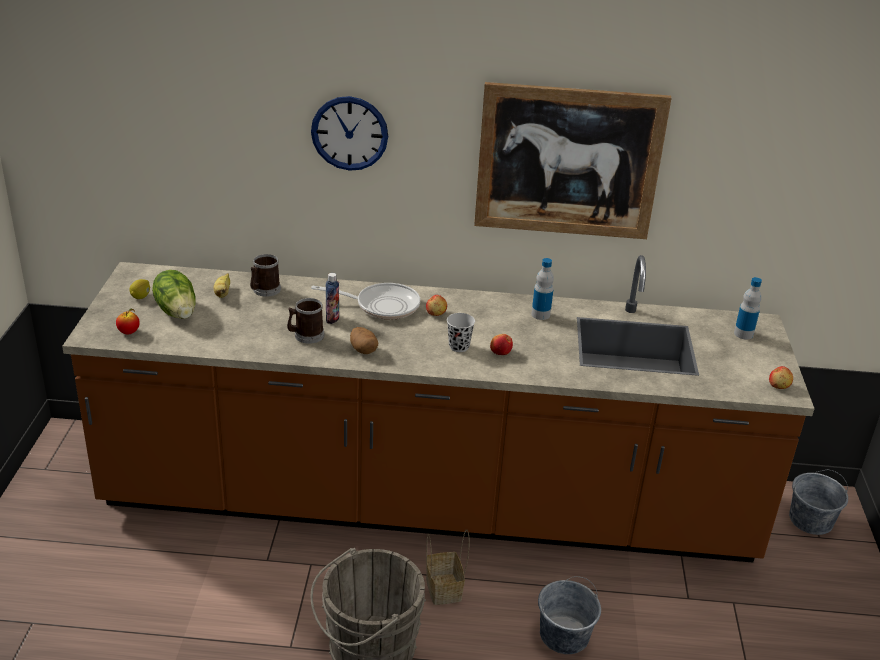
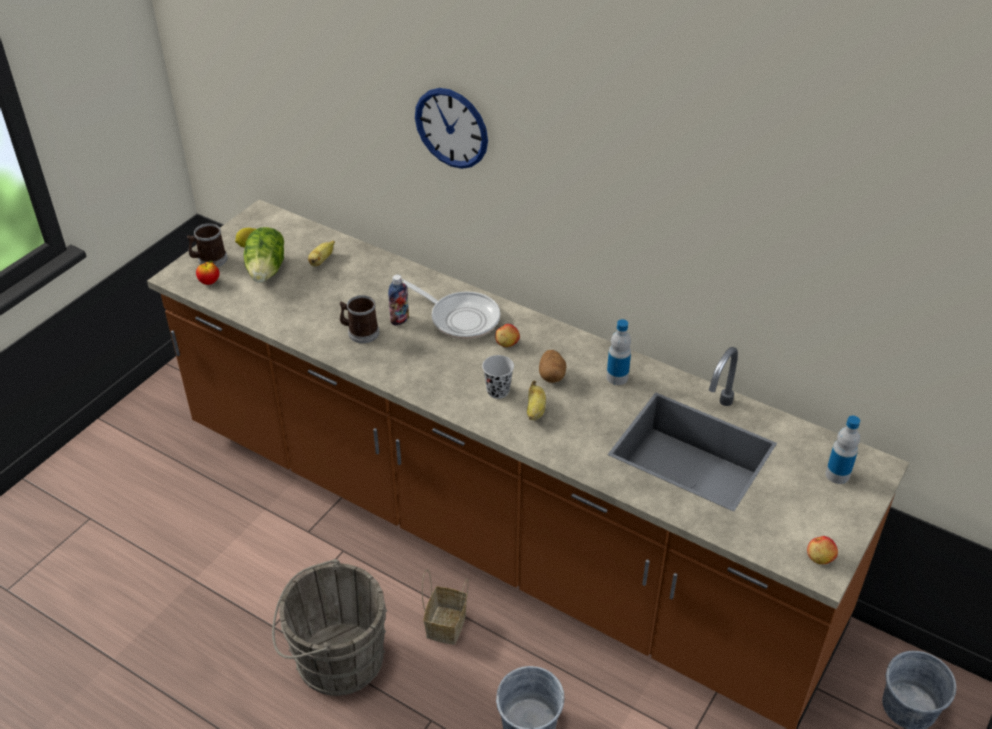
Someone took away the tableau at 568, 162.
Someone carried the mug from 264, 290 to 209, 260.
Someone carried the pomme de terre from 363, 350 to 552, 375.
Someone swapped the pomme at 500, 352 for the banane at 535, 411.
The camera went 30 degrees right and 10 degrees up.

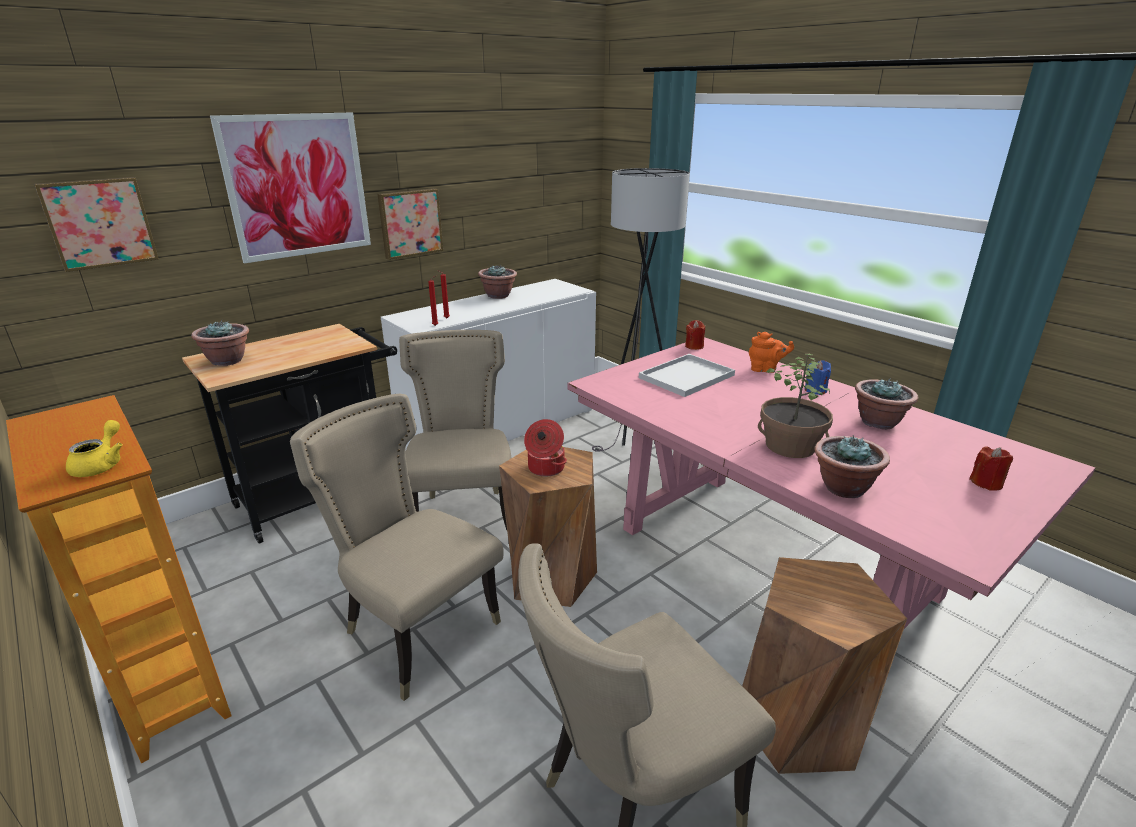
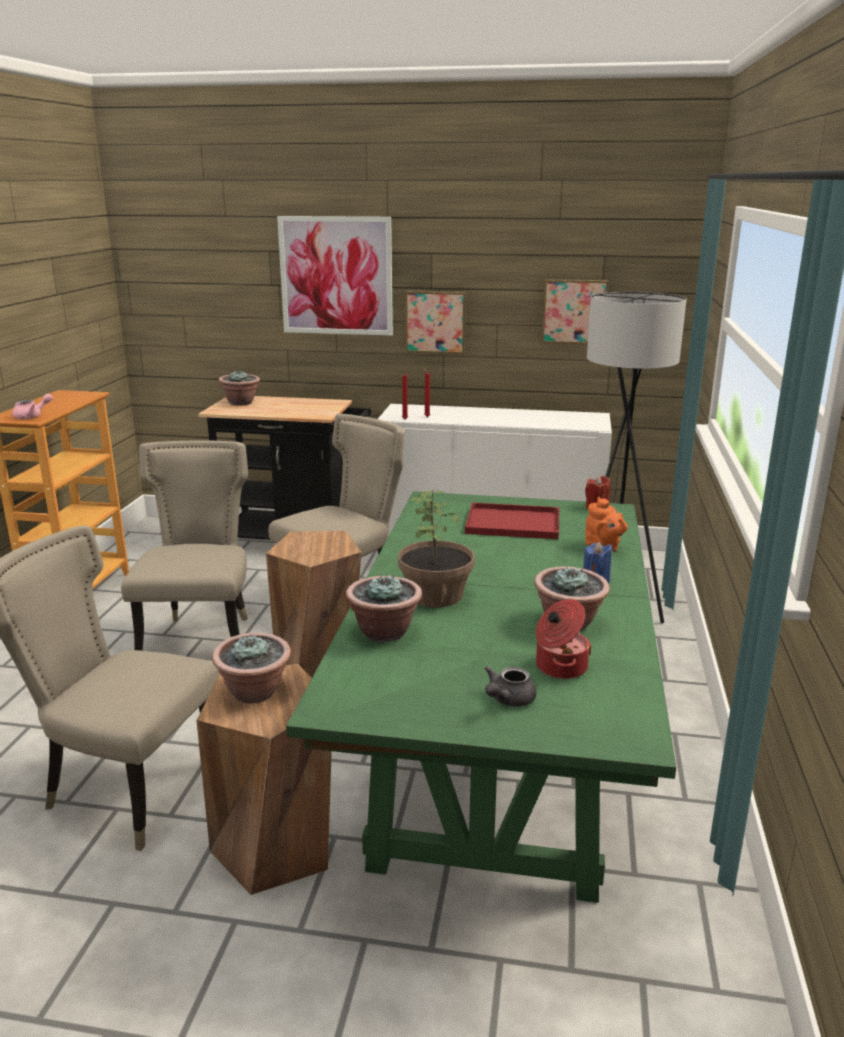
Someone carried the tableau from 99, 223 to 574, 311.
Someone carried the plante en pot from 498, 296 to 255, 692.
Someone carried the marmite from 545, 468 to 559, 667.
Someone swapped the bougie (rouge) at 986, 483 for the théière (gris) at 508, 700.
Someone repainted the théière (jaune) at 101, 464, which became the théière (rose) at 32, 416.
Someone repainted the table à manger (rose) at 774, 561, which became the table à manger (vert) at 497, 764.
Someone repainted the plateau (blanc) at 686, 377, which became the plateau (rouge) at 511, 523.
The camera went 50 degrees right and 5 degrees down.

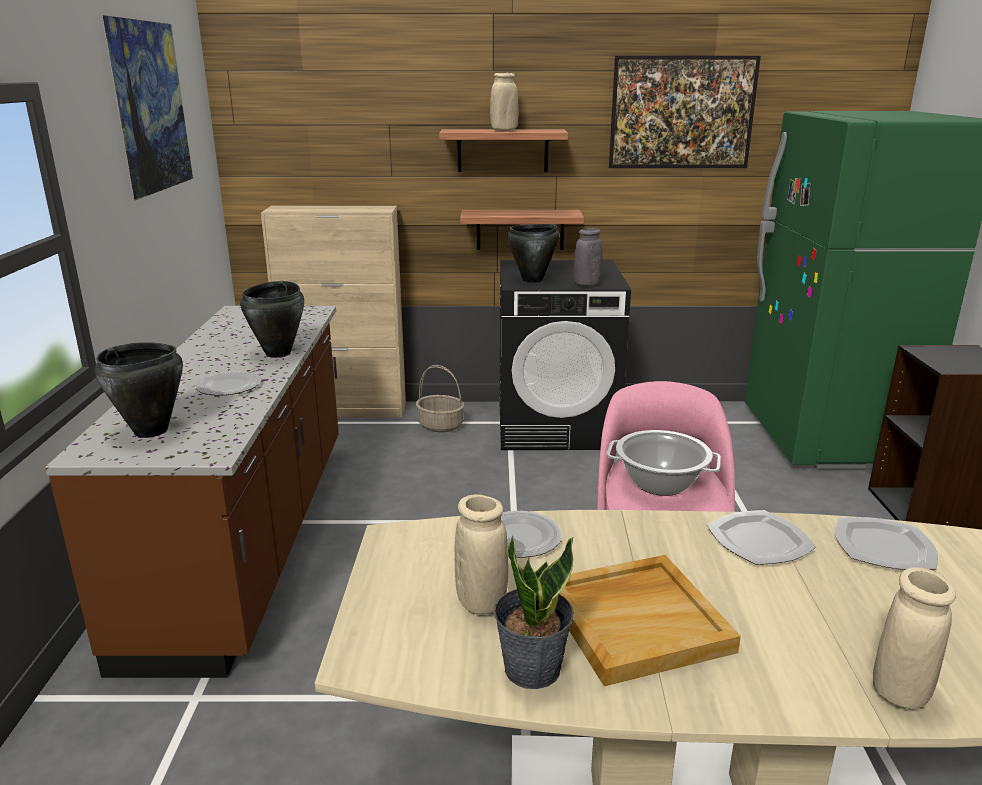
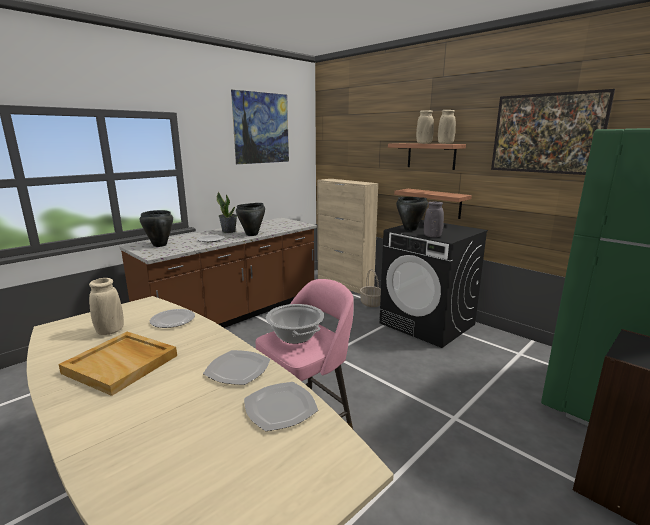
Someone carried the plante en pot from 531, 668 to 229, 231.
Someone carried the vase (beige) from 900, 691 to 445, 143.
The camera went 45 degrees right and 5 degrees down.

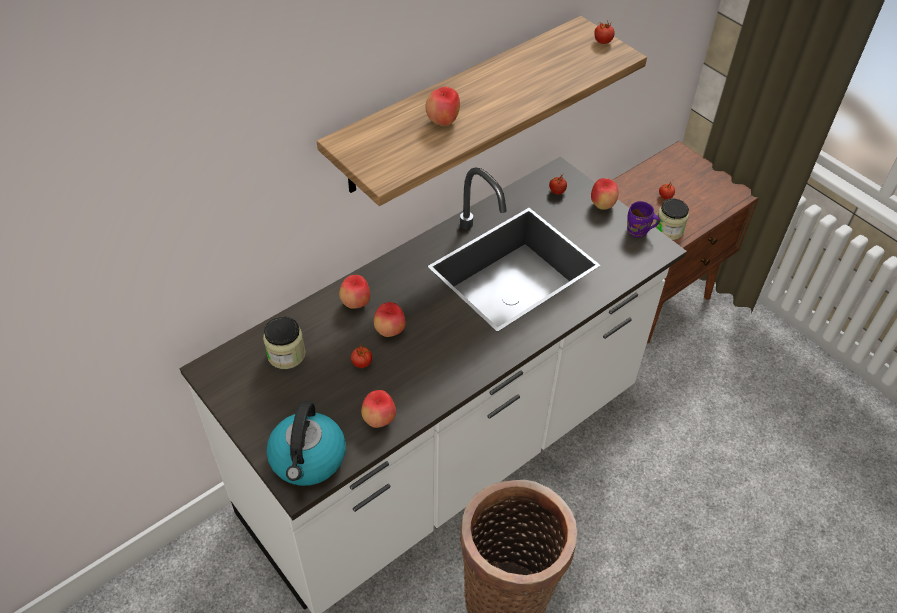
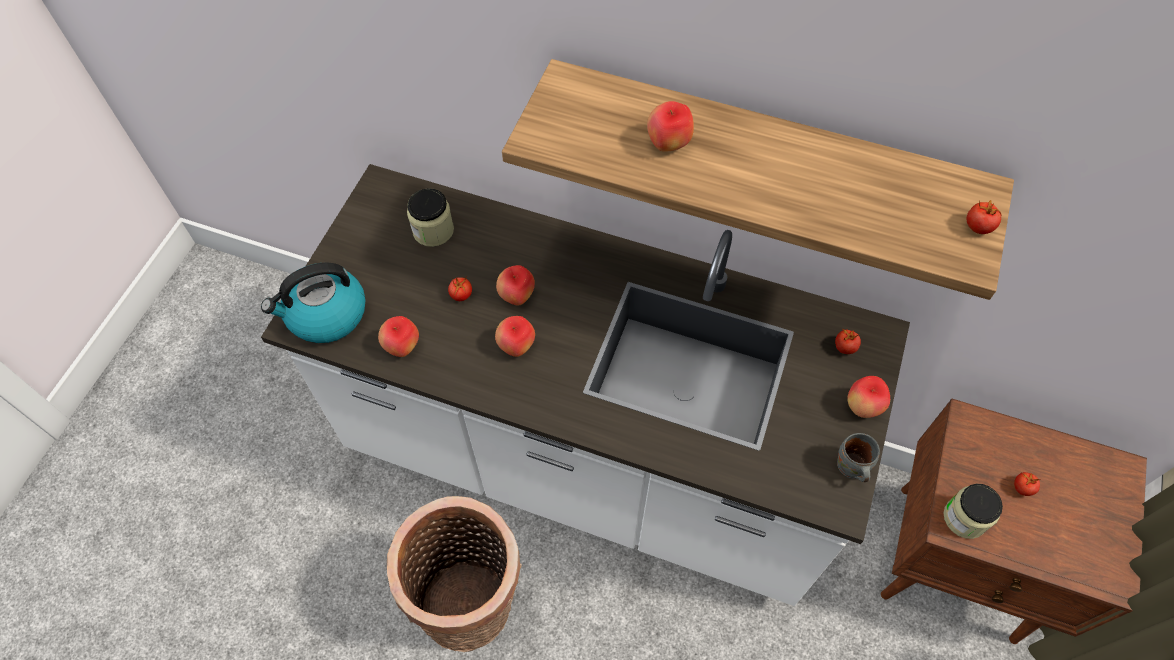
Someone carried the pomme from 356, 303 to 516, 346.
Someone repainted the mug (violet) at 638, 232, which became the mug (gris) at 850, 468.
The camera went 60 degrees right and 10 degrees up.

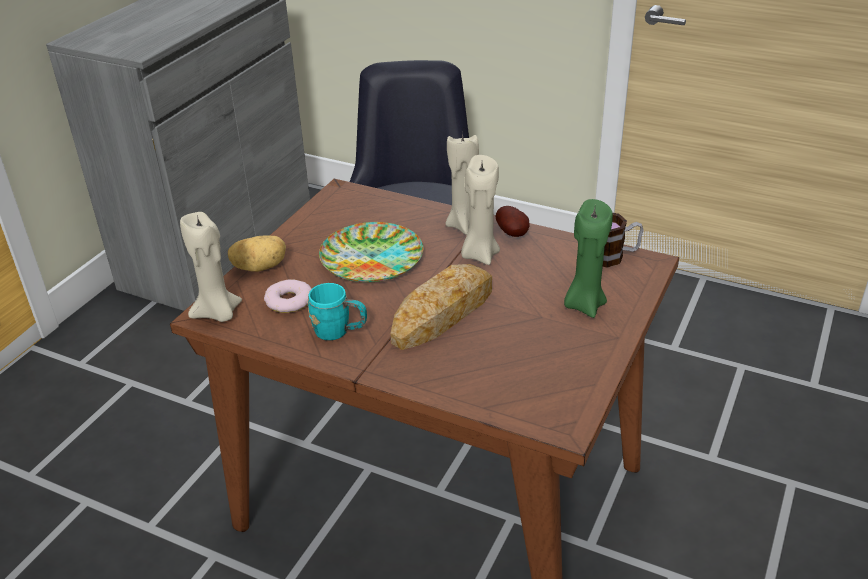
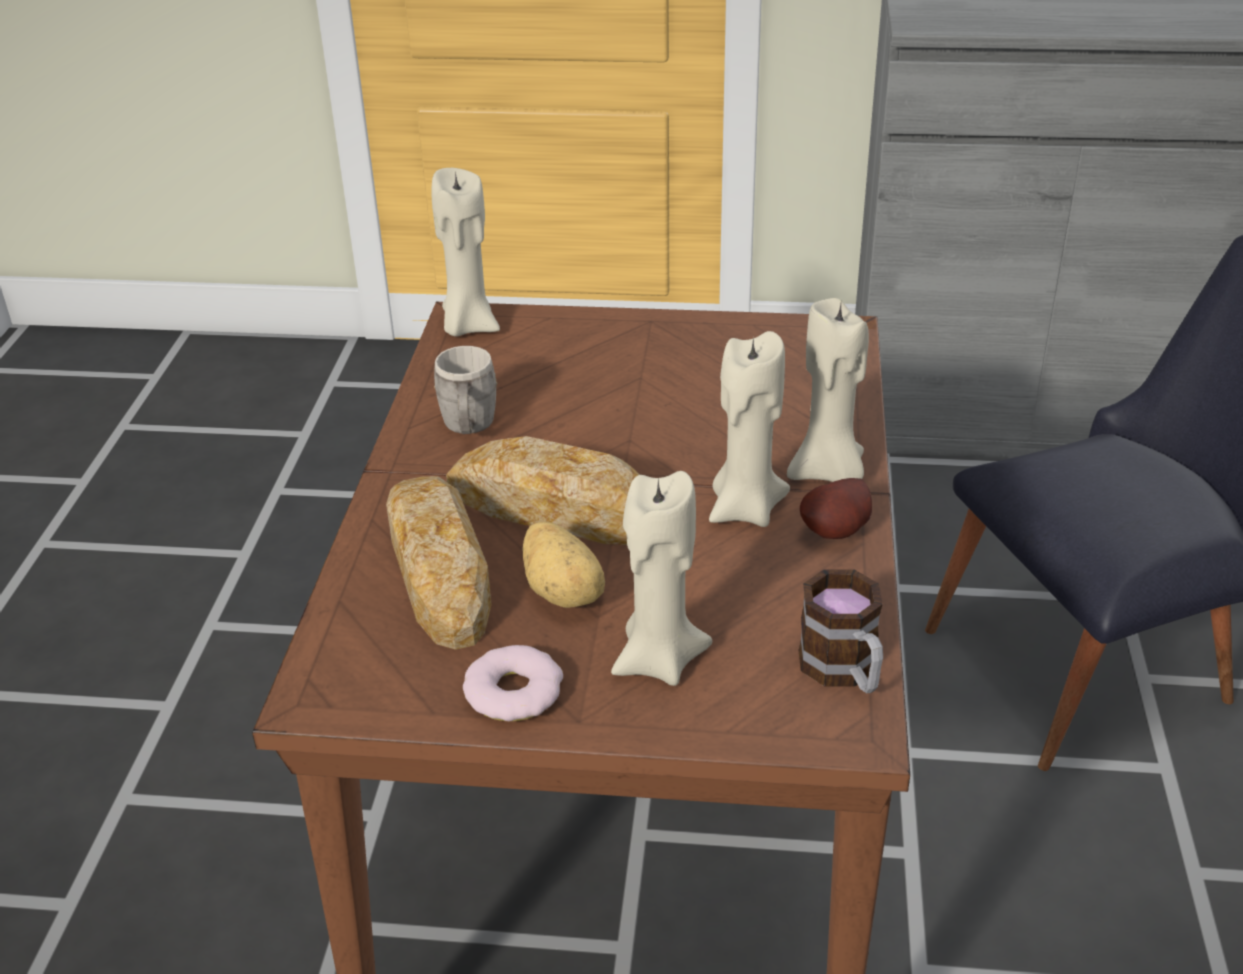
Someone took away the assiette at 372, 258.
Someone put down the pain at 439, 569.
Someone carried the pomme de terre from 260, 267 to 564, 592.
Someone carried the beignet from 288, 301 to 513, 691.
Someone repainted the mug (turquoise) at 339, 332, which became the mug (gris) at 468, 428.
Someone repainted the bougie (vert) at 584, 305, which became the bougie (beige) at 658, 661.
The camera went 70 degrees right and 0 degrees up.

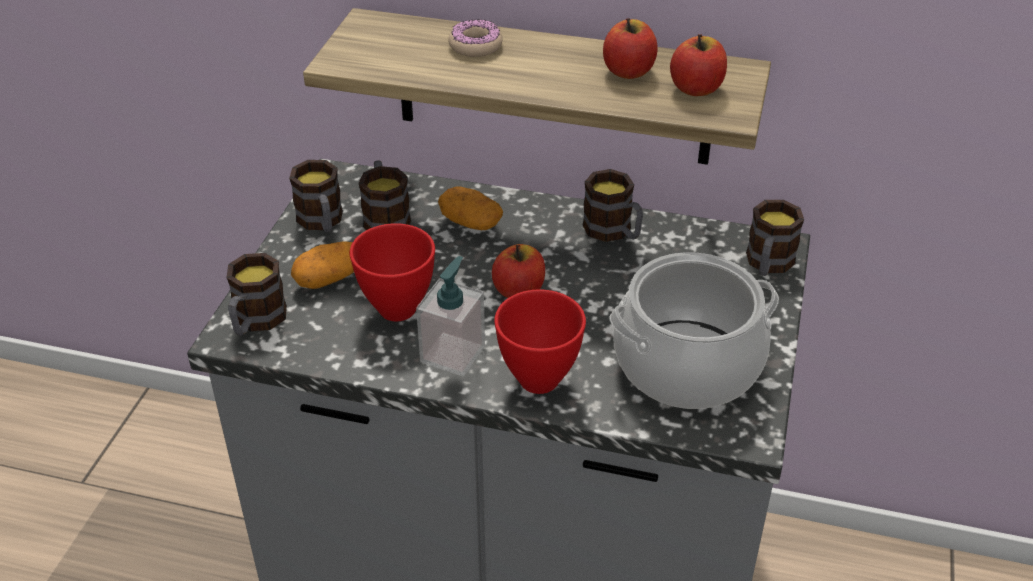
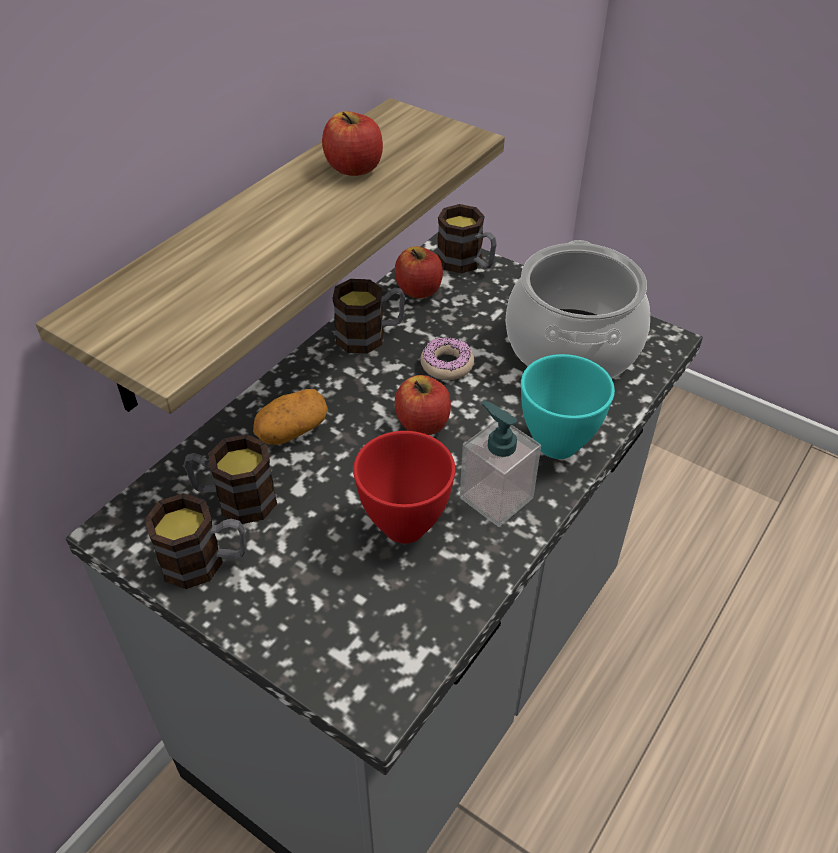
Someone took away the mug at 256, 321.
Someone took away the pomme de terre at 328, 279.
Someone carried the beignet from 475, 46 to 447, 365.
Someone carried the pomme from 696, 88 to 419, 290.
Someone repainted the bol (rouge) at 537, 381, which became the bol (turquoise) at 558, 446.
The camera went 70 degrees left and 5 degrees up.

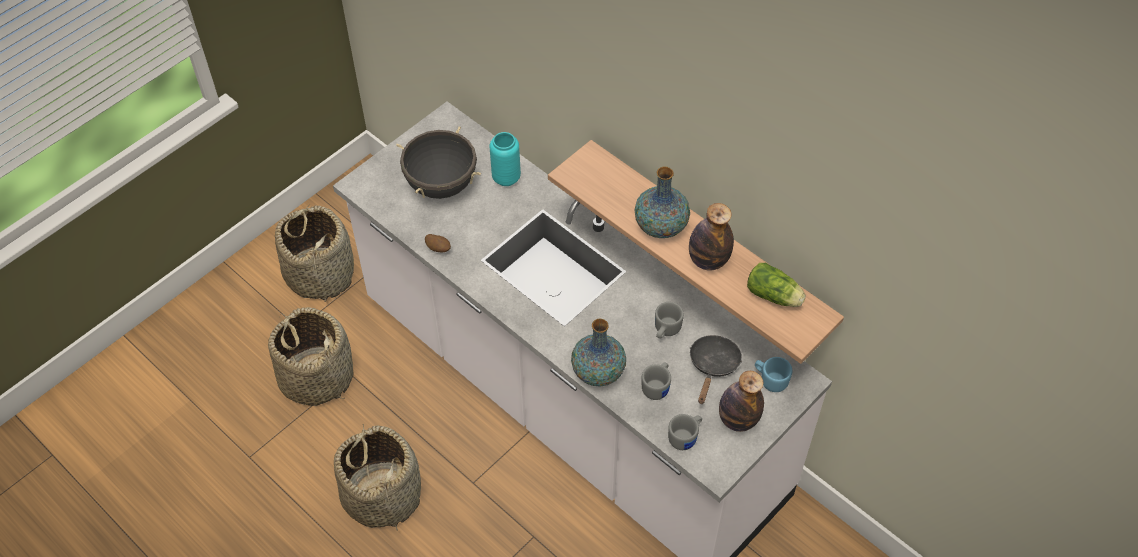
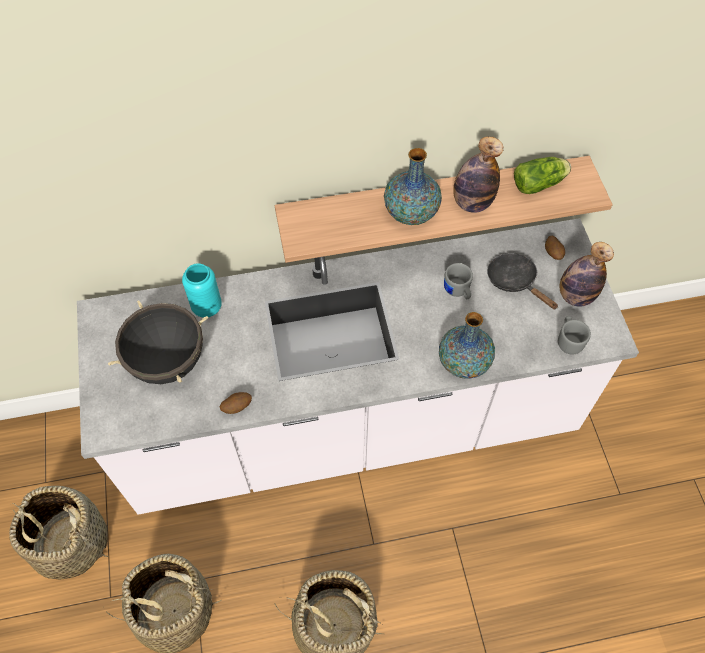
Someone took away the mug (gris) at 657, 386.
Someone swapped the mug (bleu) at 770, 380 for the pomme de terre at 553, 253.
The camera went 55 degrees left and 5 degrees up.

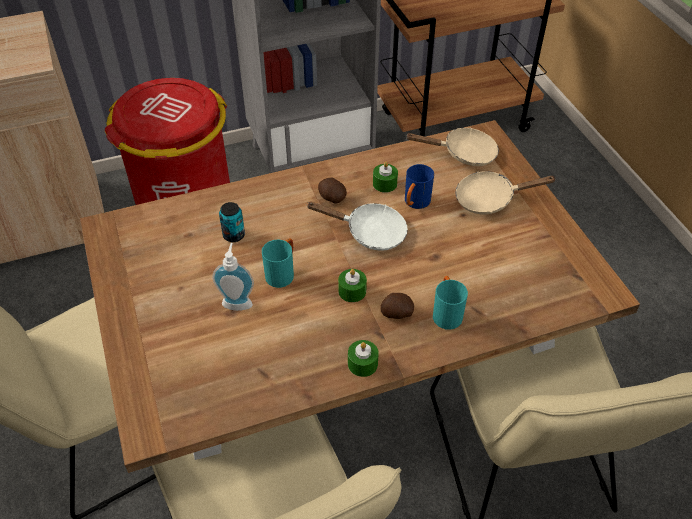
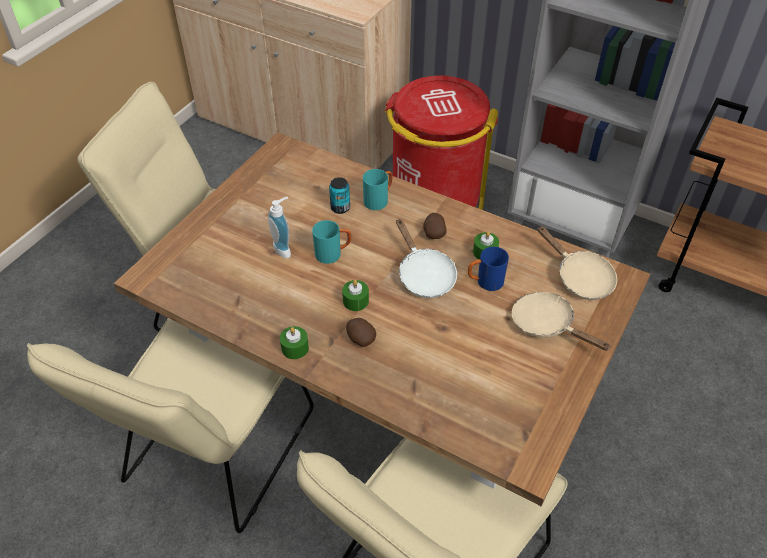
Someone carried the mug (turquoise) from 446, 313 to 379, 200.
The camera went 50 degrees right and 0 degrees up.

